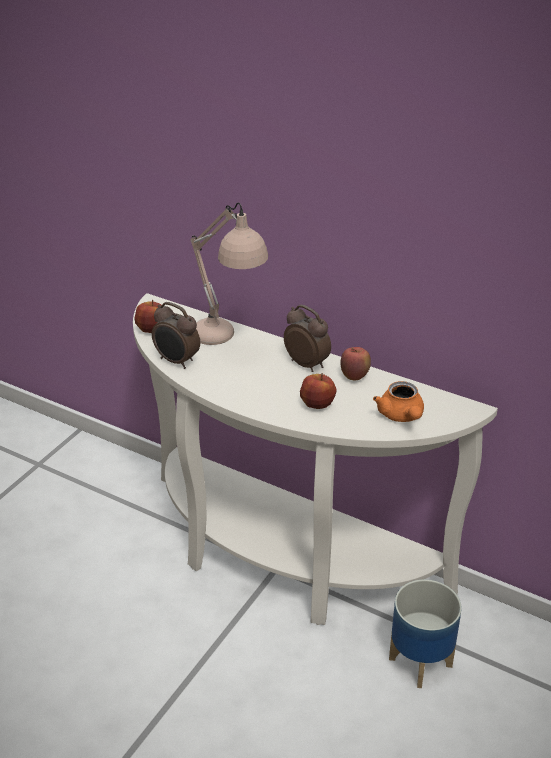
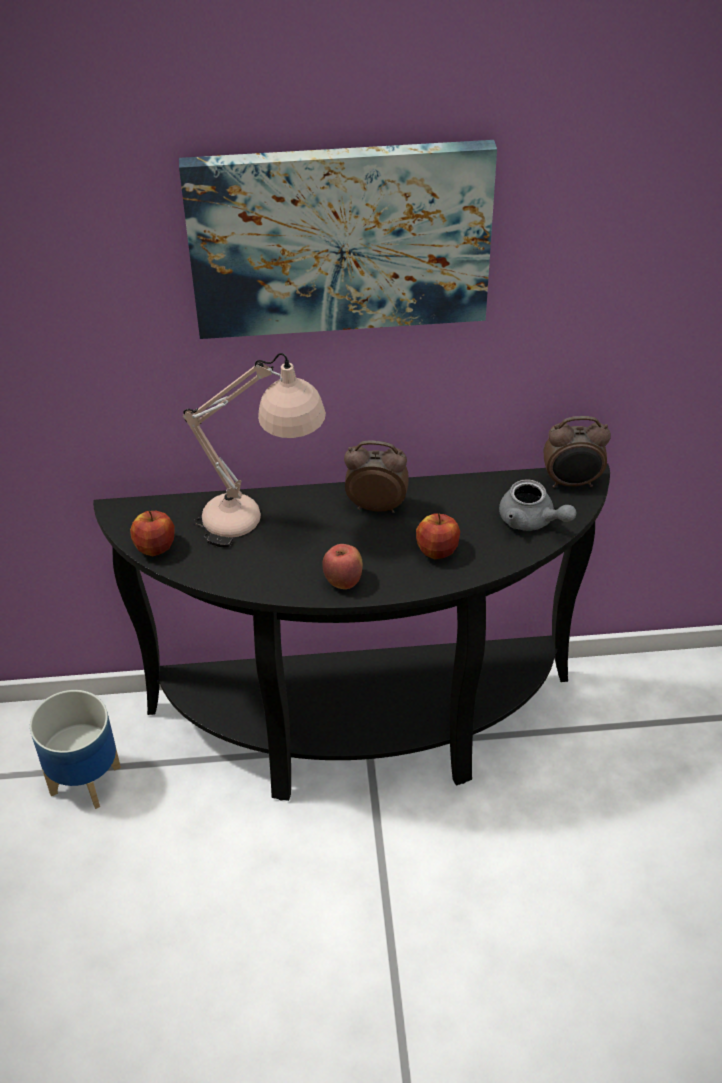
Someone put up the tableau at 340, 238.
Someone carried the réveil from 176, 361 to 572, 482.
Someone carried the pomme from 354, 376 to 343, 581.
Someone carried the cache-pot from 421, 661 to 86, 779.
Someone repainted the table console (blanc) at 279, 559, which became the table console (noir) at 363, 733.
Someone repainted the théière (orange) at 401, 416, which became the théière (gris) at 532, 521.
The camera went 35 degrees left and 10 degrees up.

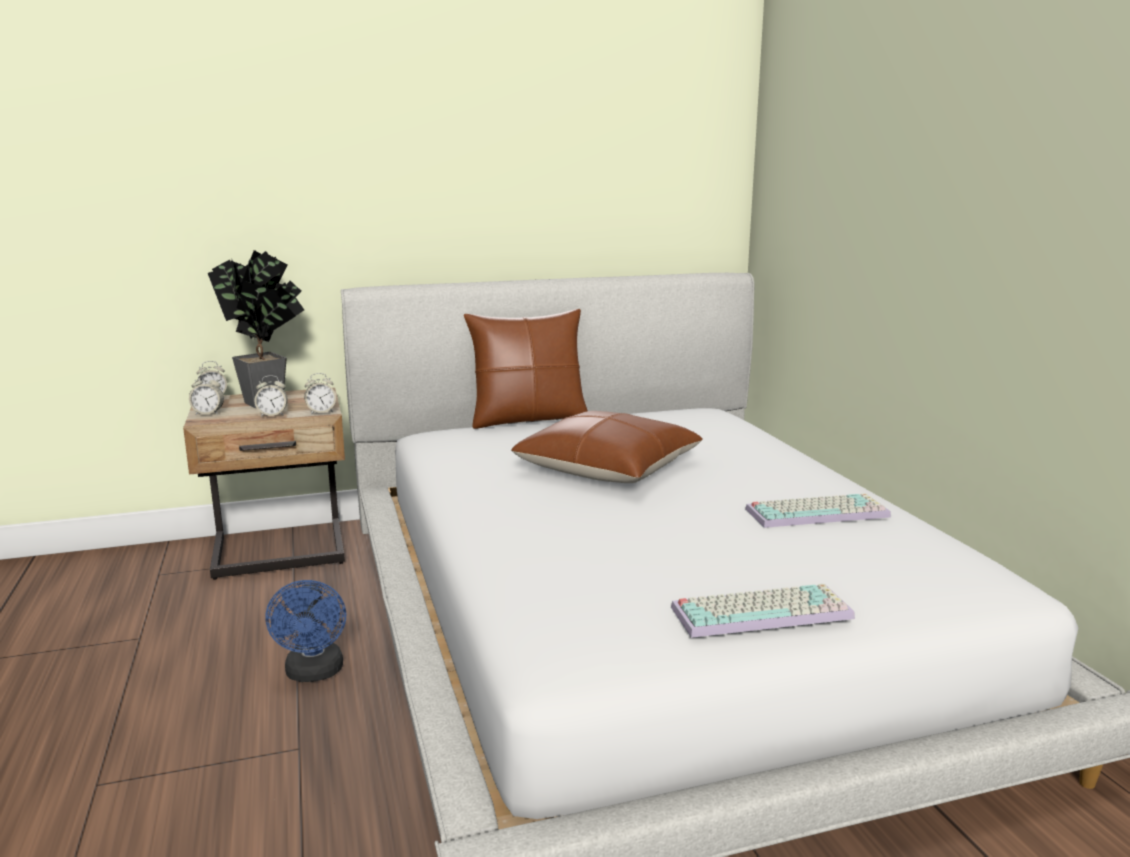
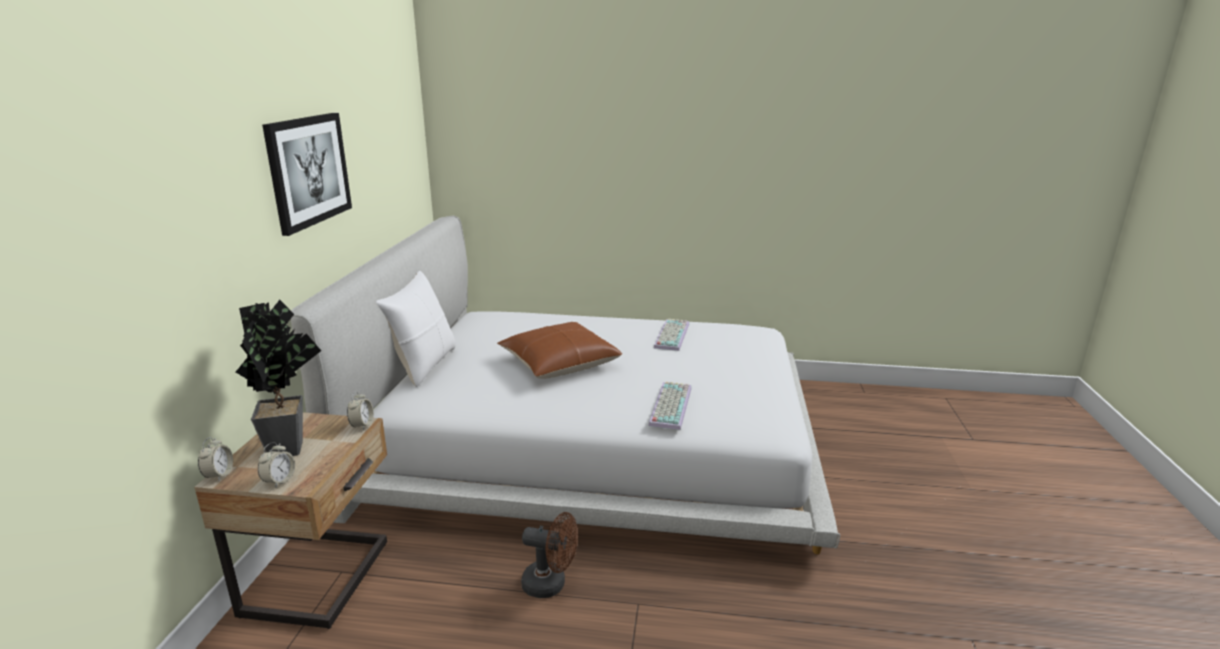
Someone took away the réveil at 272, 415.
Someone put up the tableau at 308, 170.
Someone carried the clavier from 762, 611 to 669, 405.
Someone repainted the ventilateur (bleu) at 314, 673, which became the ventilateur (marron) at 551, 584.
Someone repainted the coussin (marron) at 528, 420, which became the coussin (blanc) at 423, 365.
The camera went 65 degrees left and 5 degrees up.

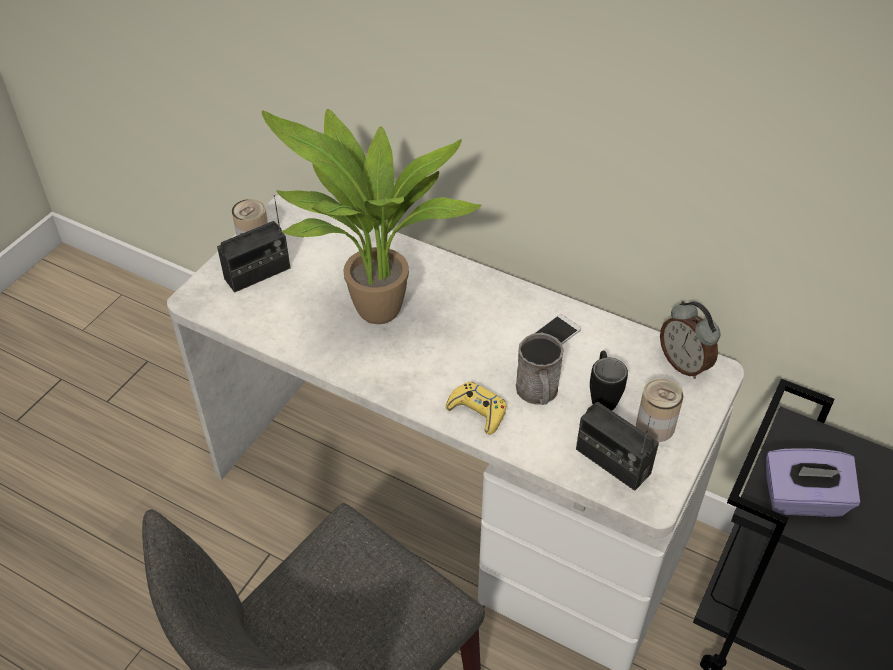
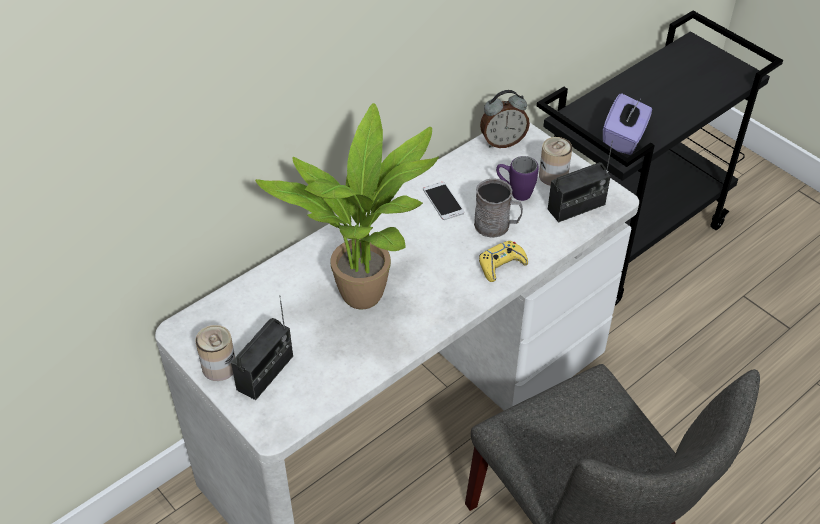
Someone repainted the mug (noir) at 602, 396, which became the mug (violet) at 514, 193.
Someone rotated the radio at 257, 274 by 45 degrees clockwise.
The camera went 70 degrees left and 0 degrees up.

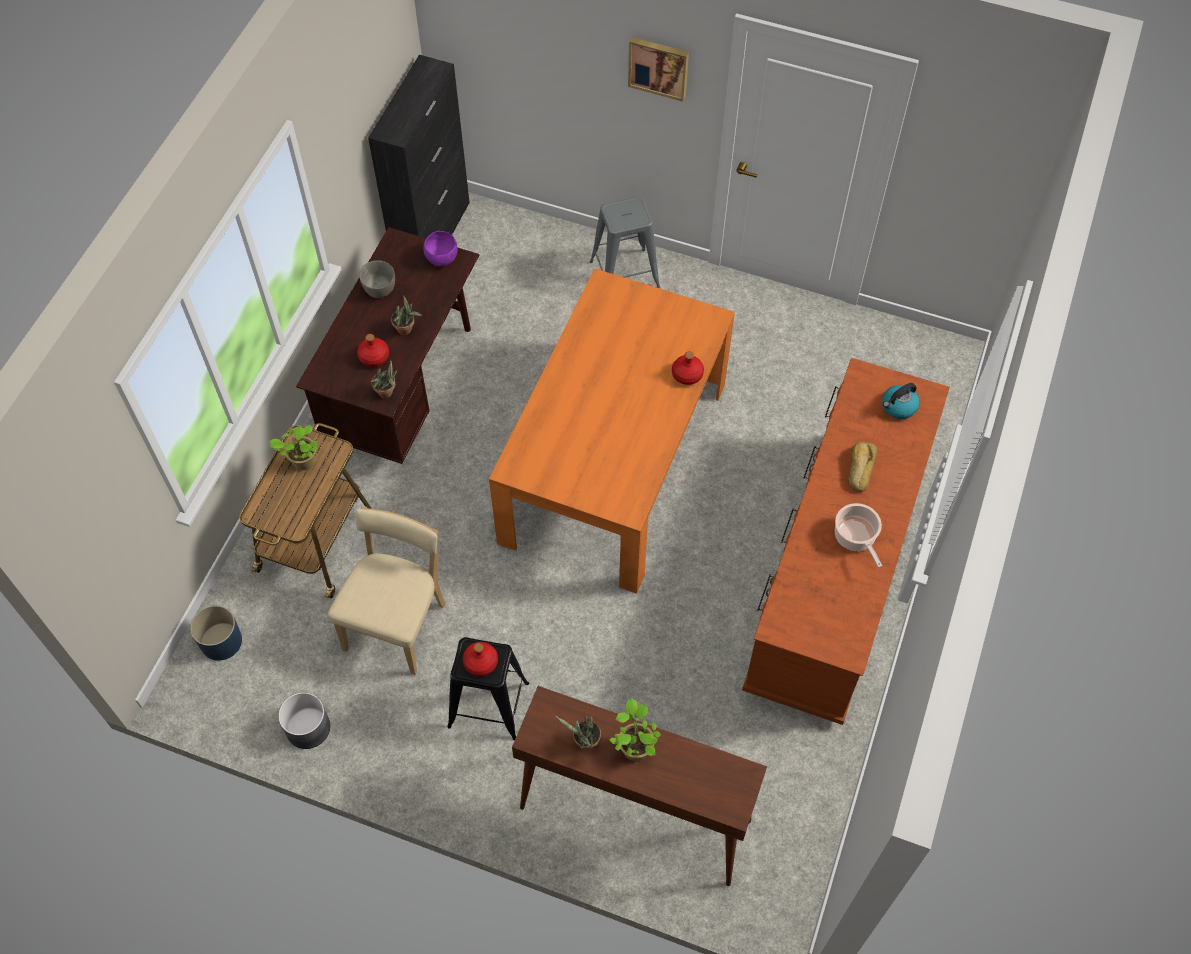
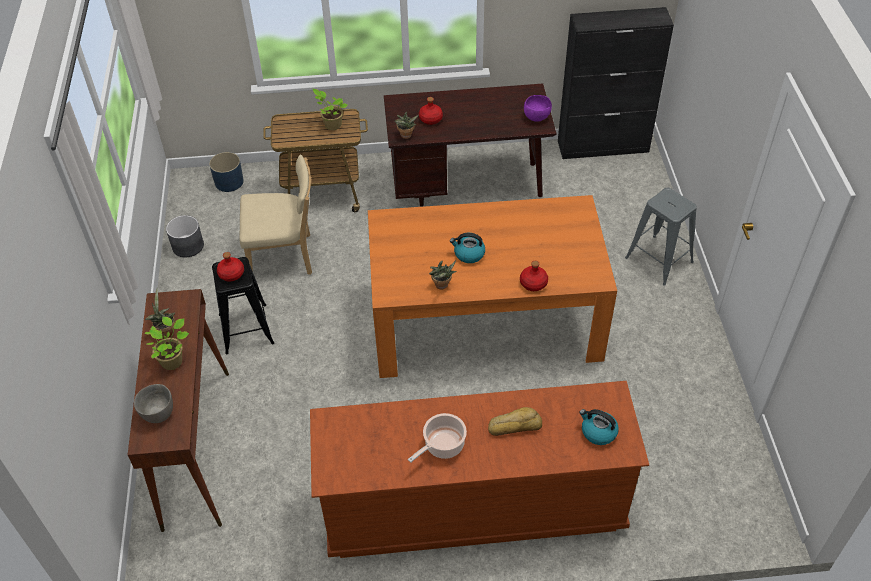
Someone took away the tableau at 659, 67.
Someone put down the bouilloire at 468, 254.
Someone carried the bol (gris) from 379, 290 to 157, 413.
Someone carried the plante en pot from 407, 329 to 442, 286.
The camera went 65 degrees right and 10 degrees down.

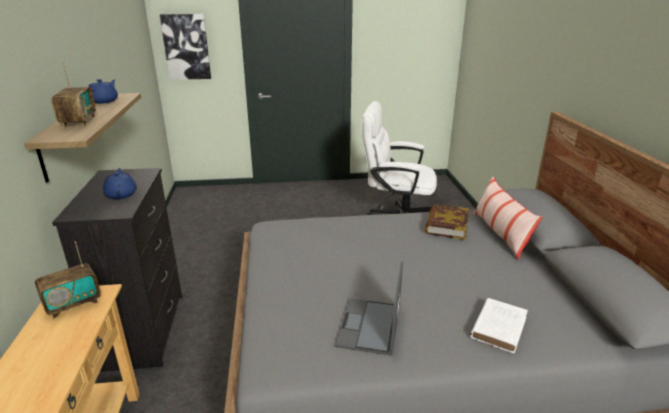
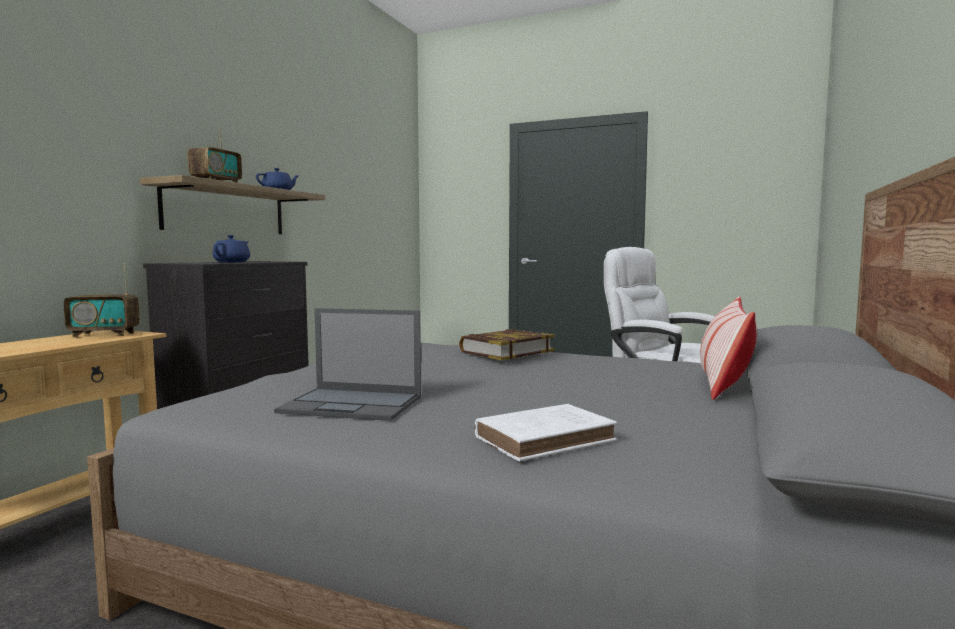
Someone took away the tableau at 186, 47.
Someone carried the livre from 446, 225 to 506, 351.
Someone rotated the ordinateur portable at 369, 326 by 120 degrees counterclockwise.
The camera went 30 degrees right and 20 degrees down.

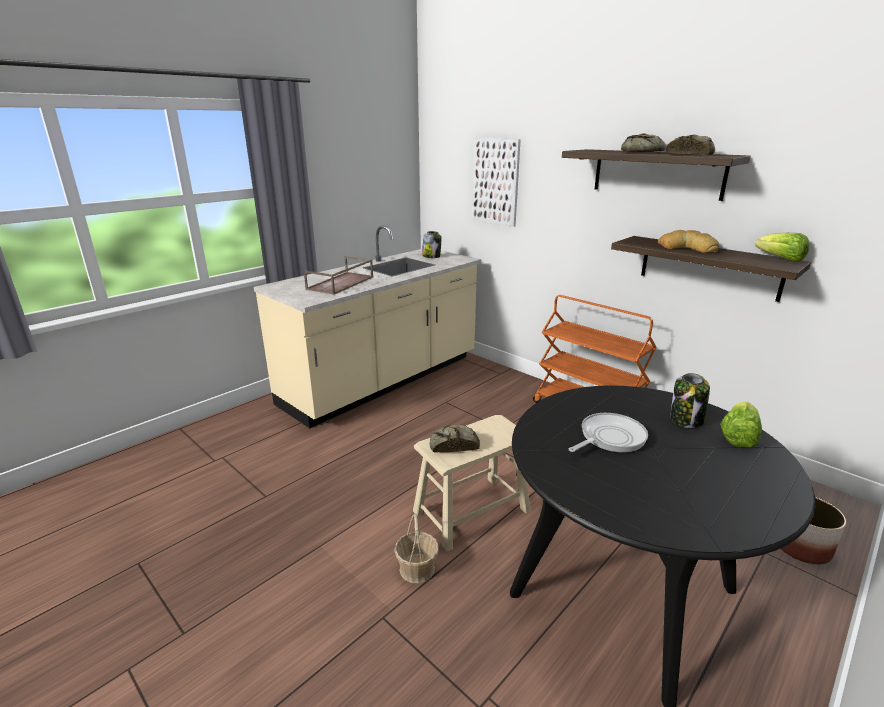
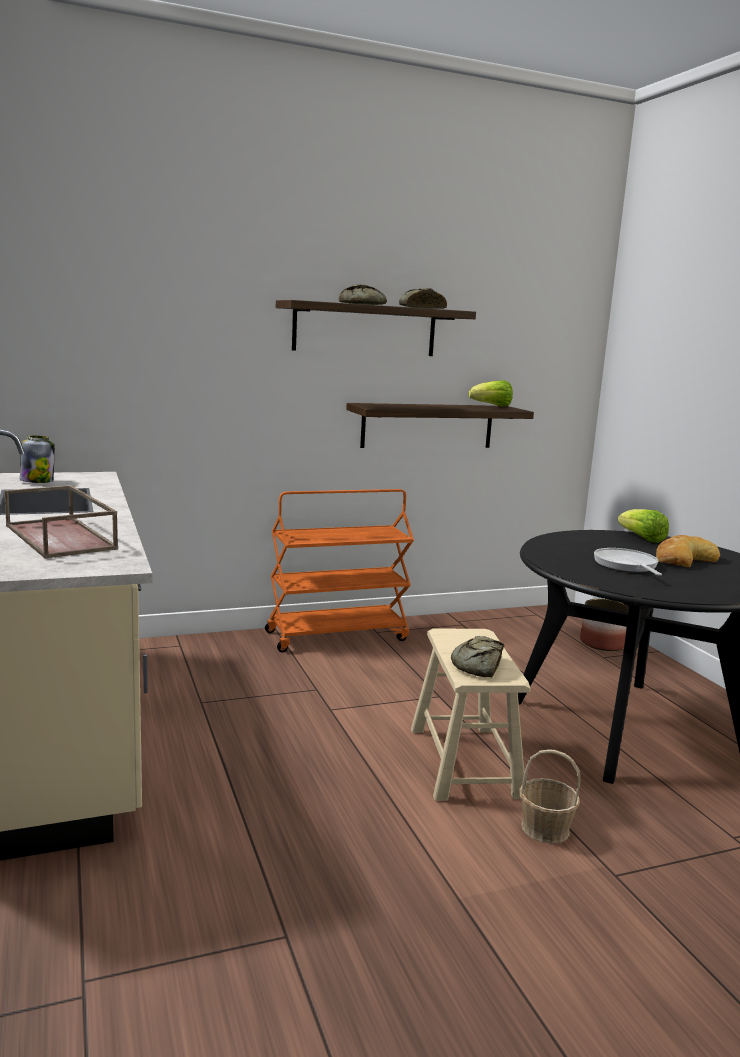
Someone took away the tableau at 496, 182.
Someone took away the bocal at 686, 420.
Someone carried the pain from 687, 248 to 683, 559.
The camera went 65 degrees left and 10 degrees down.

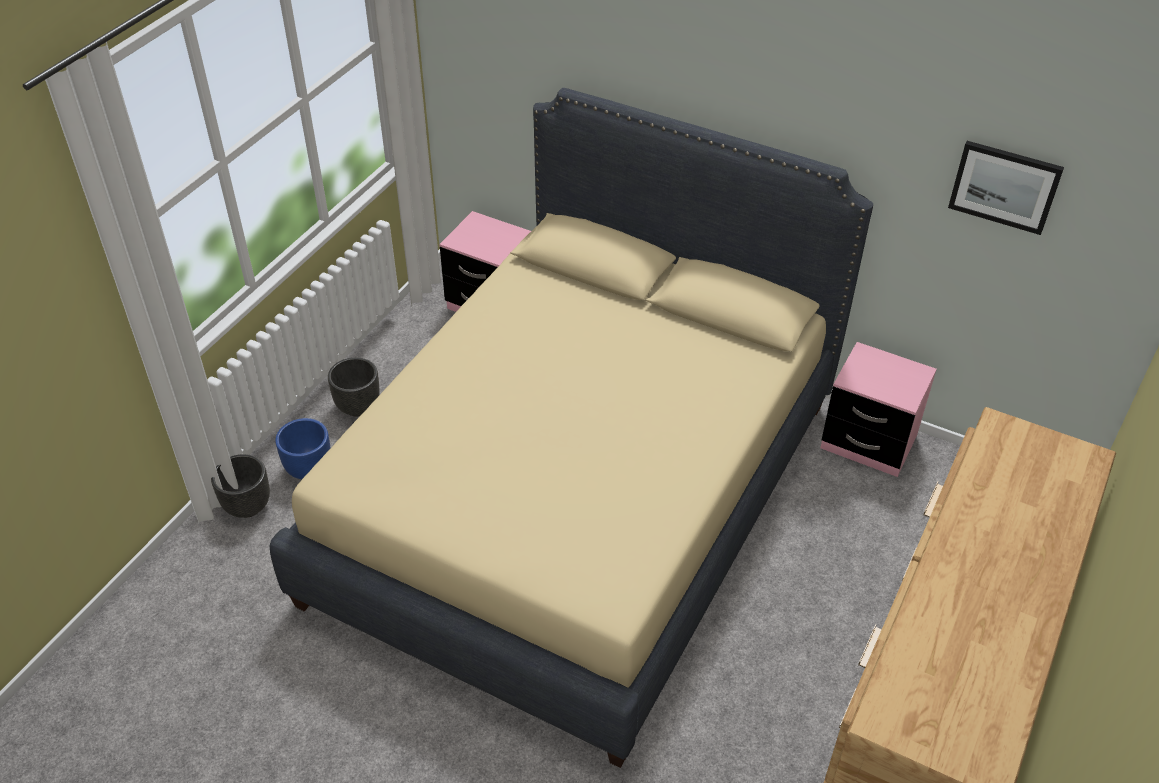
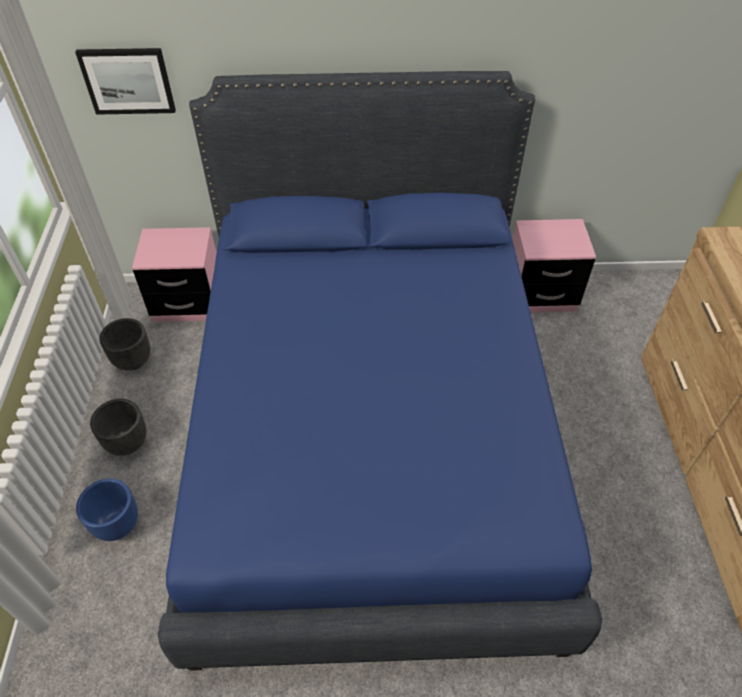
Someone carried the cache-pot (noir) from 248, 506 to 133, 361.
Someone carried the tableau from 1004, 186 to 128, 80.
Someone repainted the lit (beige) at 579, 499, which became the lit (bleu) at 371, 436.
The camera went 30 degrees left and 5 degrees up.

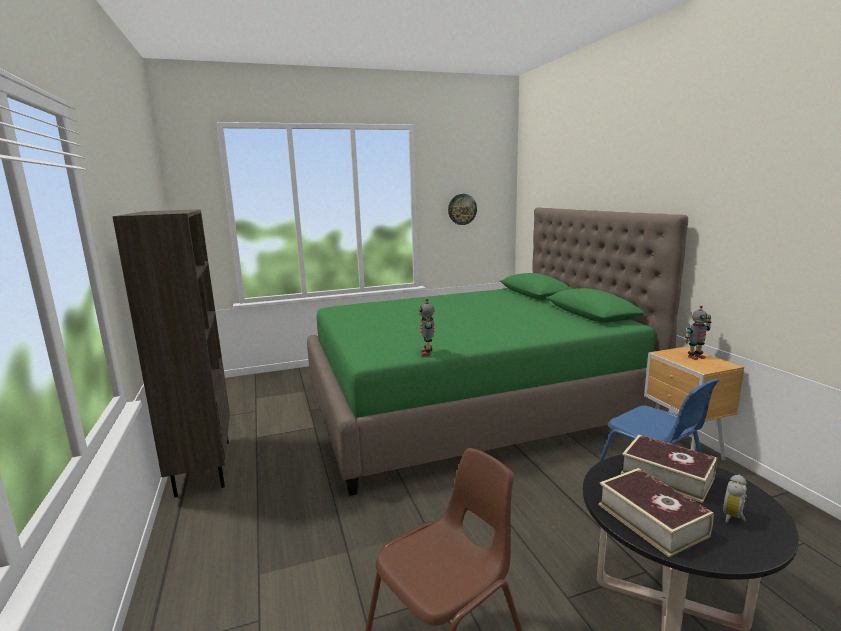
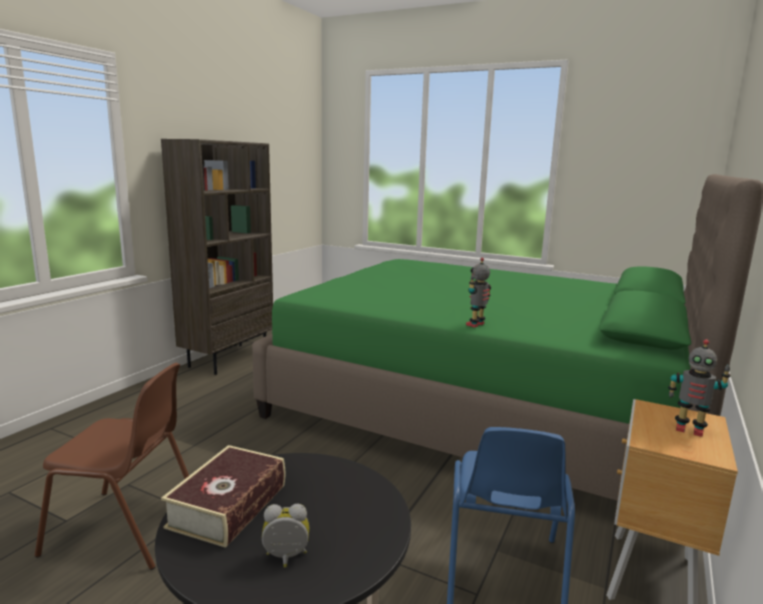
Someone took away the horloge murale at 462, 209.
Someone took away the livre at 667, 476.
Someone carried the robot jouet from 427, 353 to 476, 325.
The camera went 45 degrees right and 0 degrees up.

